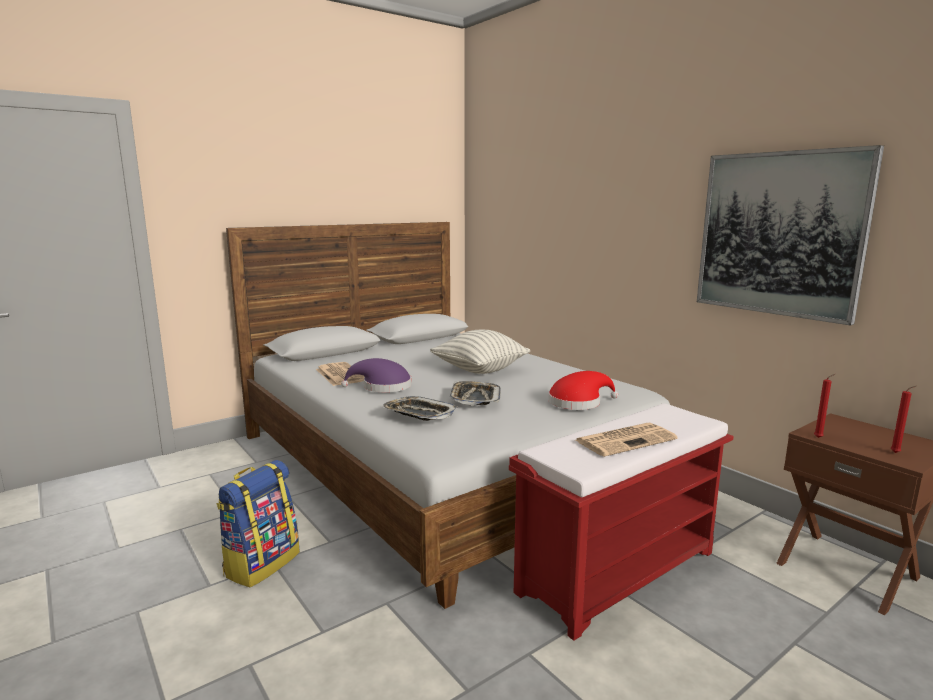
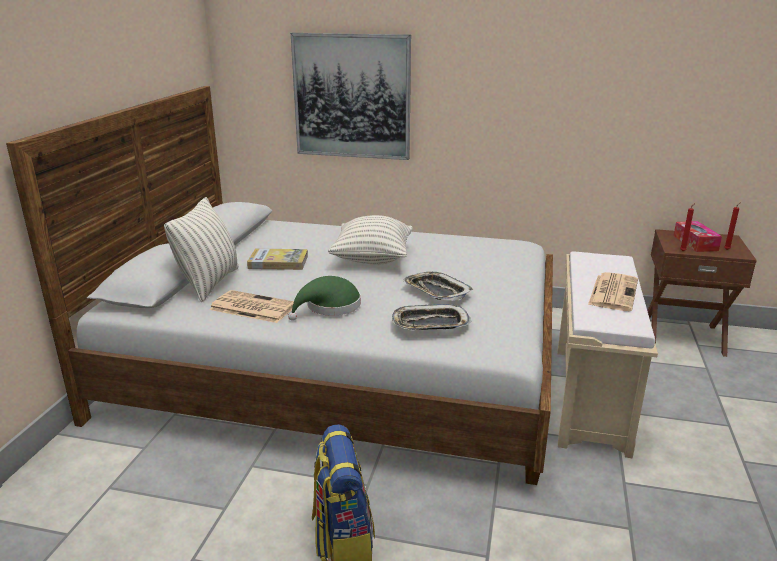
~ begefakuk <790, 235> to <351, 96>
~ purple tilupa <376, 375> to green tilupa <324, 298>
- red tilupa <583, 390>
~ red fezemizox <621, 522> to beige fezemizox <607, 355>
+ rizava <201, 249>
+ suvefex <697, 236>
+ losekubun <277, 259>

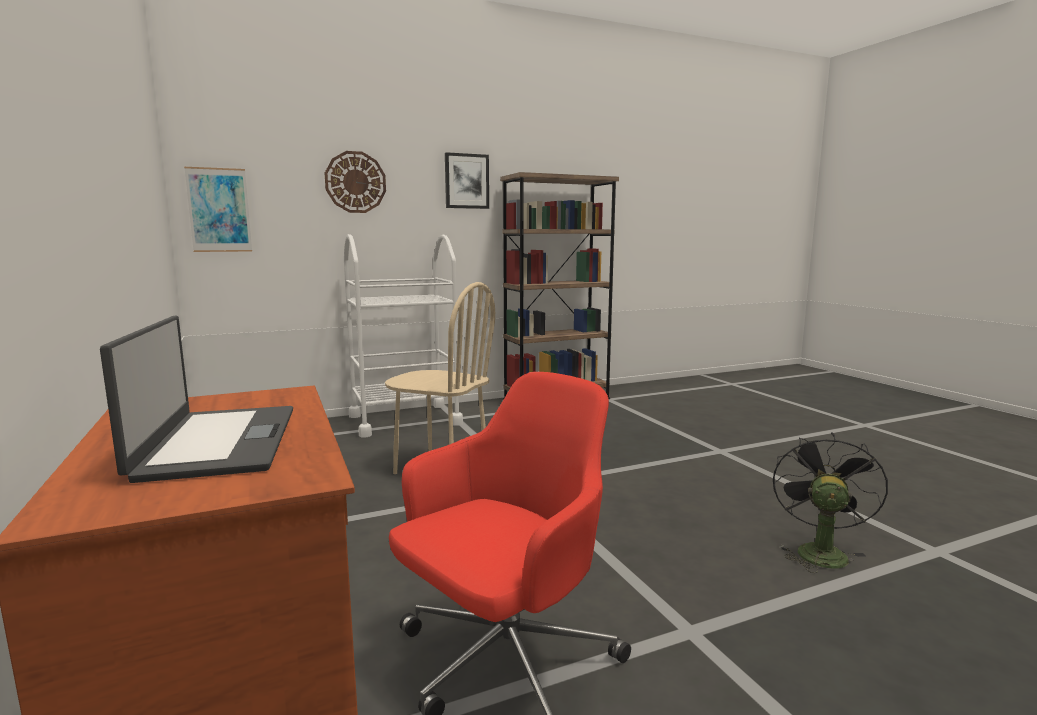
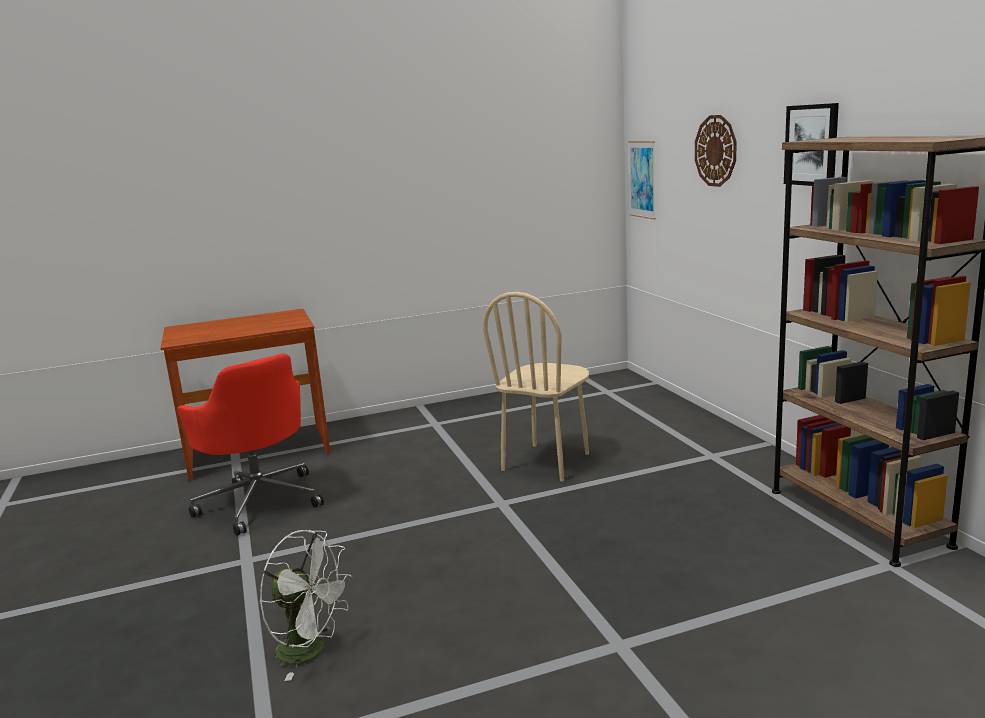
- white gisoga <403, 336>
- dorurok <196, 399>
~ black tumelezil <830, 502> to white tumelezil <306, 605>

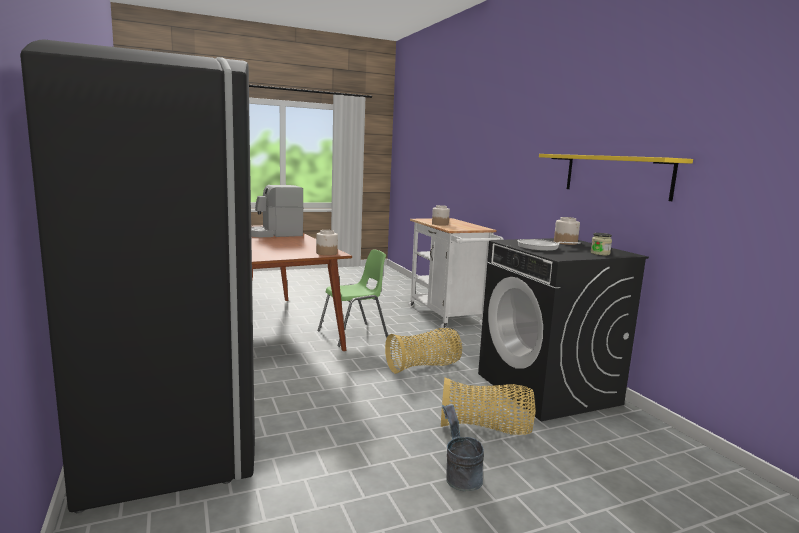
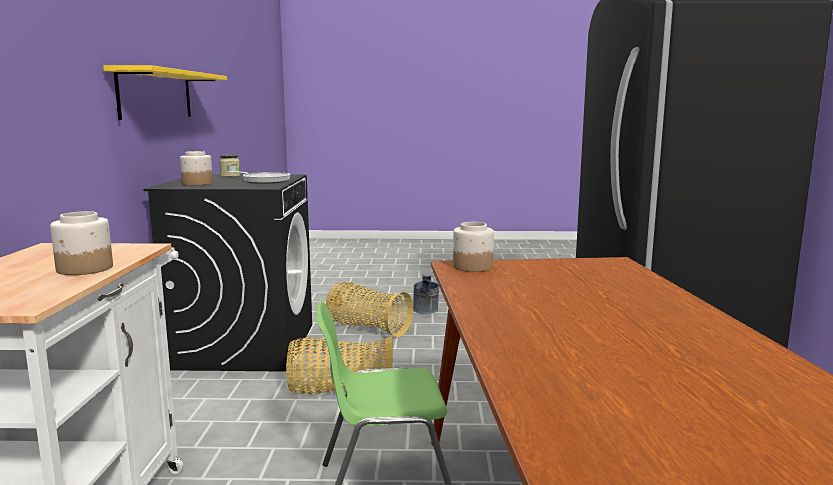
- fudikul <277, 211>

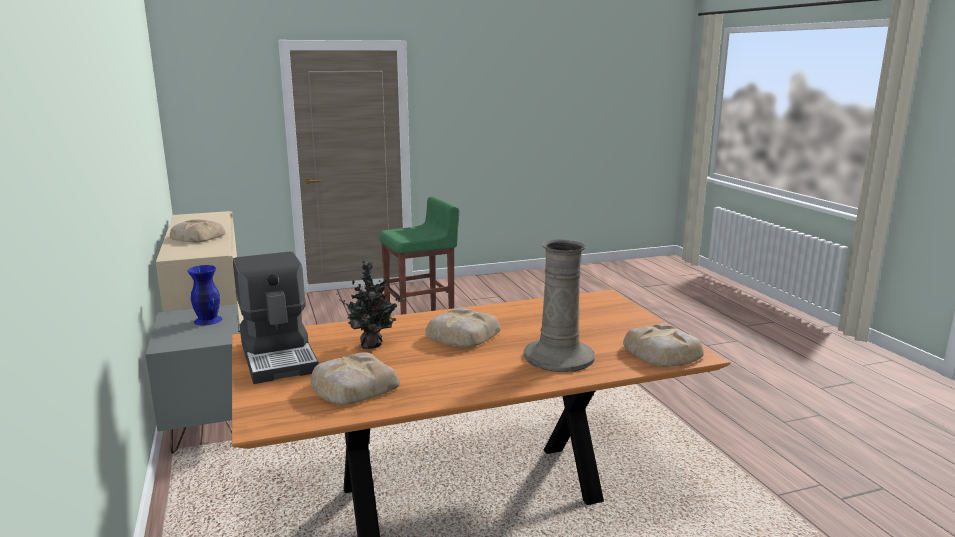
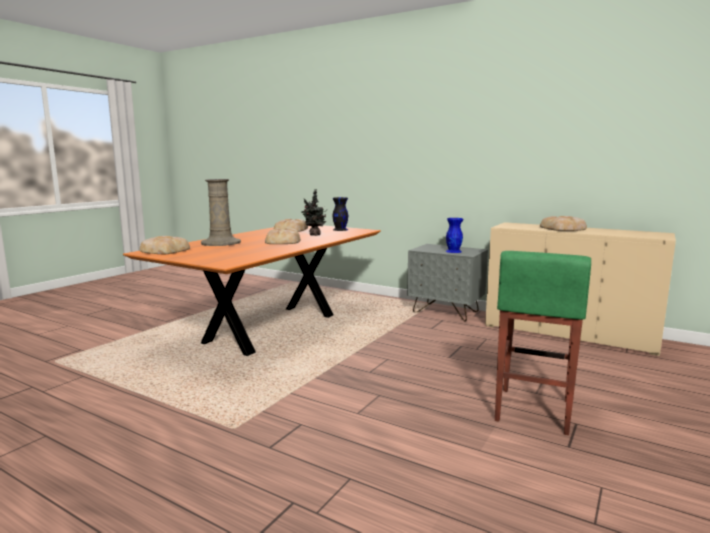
~ fudikul <275, 318> to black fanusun <340, 214>

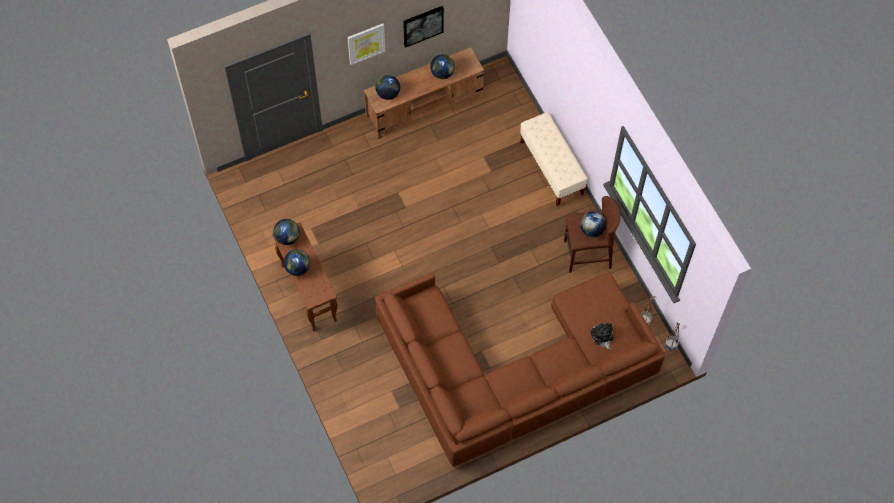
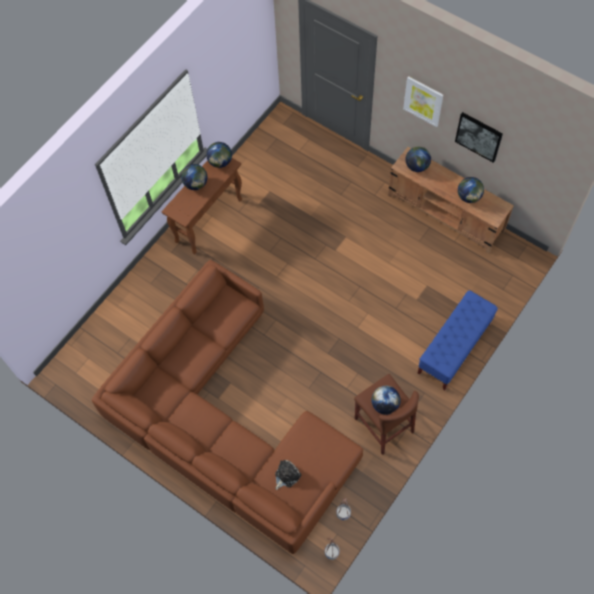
~ beige fezemizox <554, 159> to blue fezemizox <458, 340>

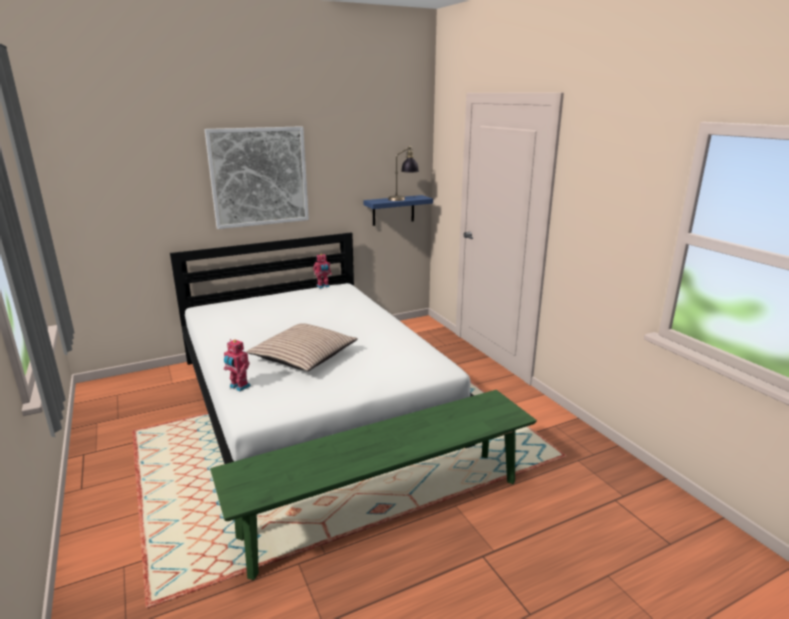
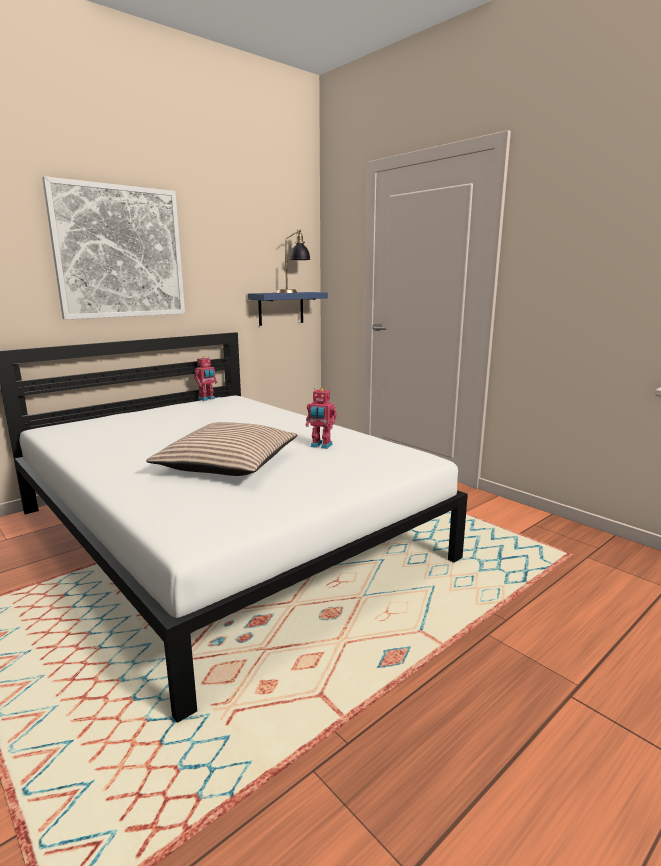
~ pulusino <237, 365> to <321, 418>
- green fezemizox <373, 485>

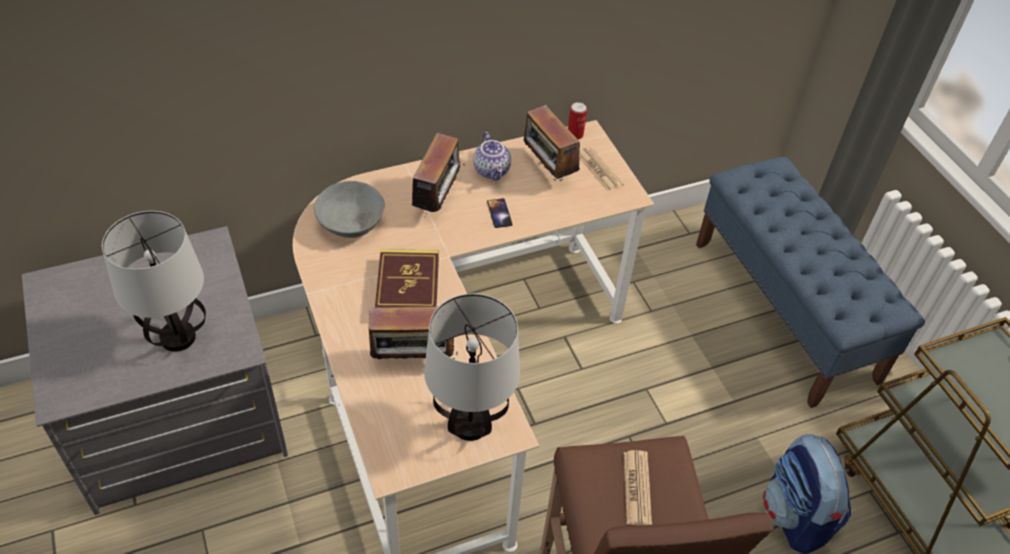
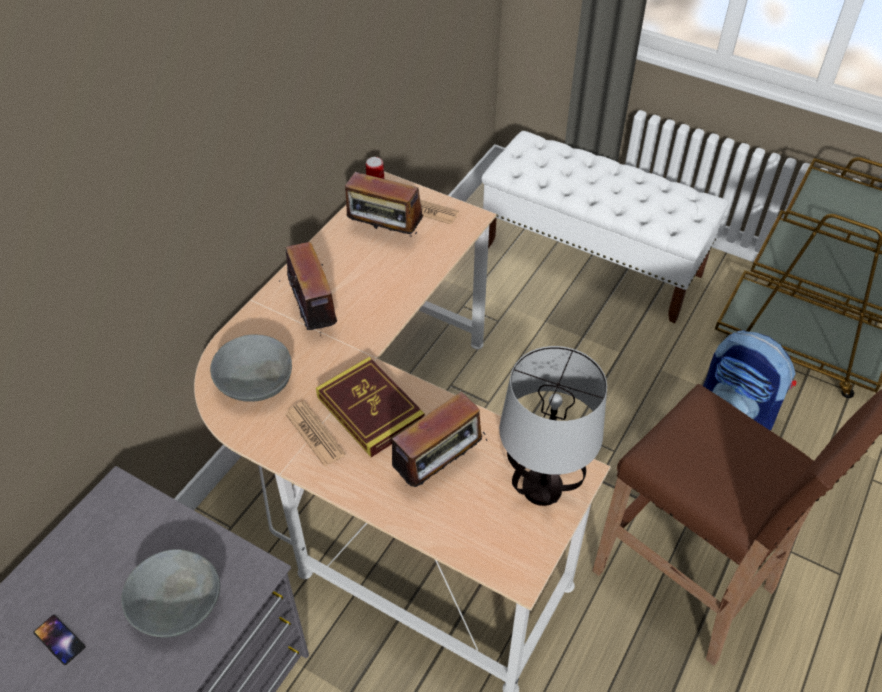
- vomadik <492, 156>
~ blue fezemizox <810, 282> to white fezemizox <605, 227>
~ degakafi <500, 213> to <59, 640>
~ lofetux <154, 281> to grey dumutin <170, 593>
~ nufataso <638, 487> to <315, 434>

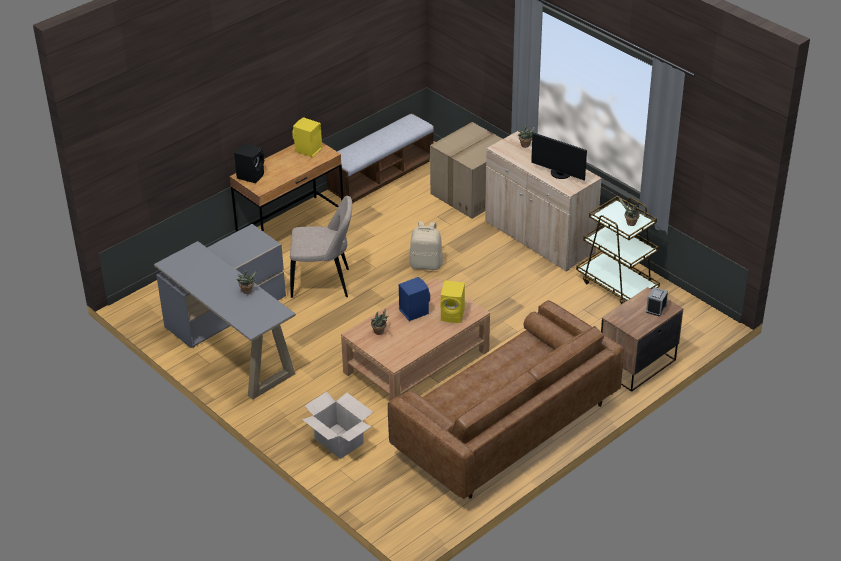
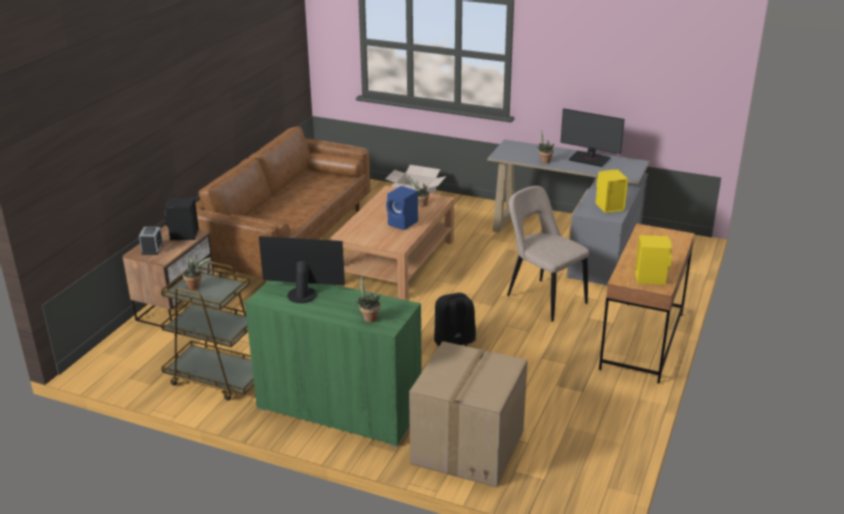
- fezemizox <380, 158>
~ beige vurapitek <543, 201> to green vurapitek <333, 364>
~ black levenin <249, 163> to <182, 219>
~ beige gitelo <321, 247> = <548, 254> 75 degrees clockwise
~ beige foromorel <426, 245> to black foromorel <455, 319>
~ yellow levenin <452, 301> to <612, 191>
+ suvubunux <593, 137>

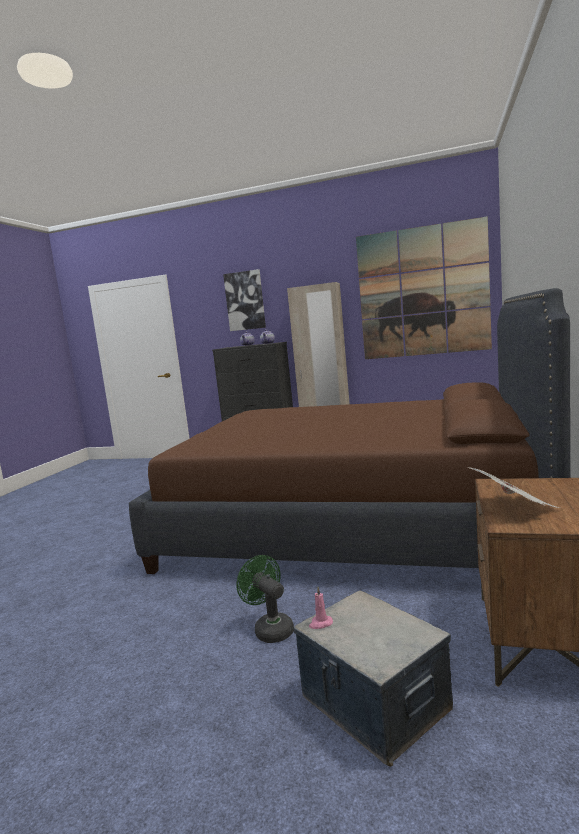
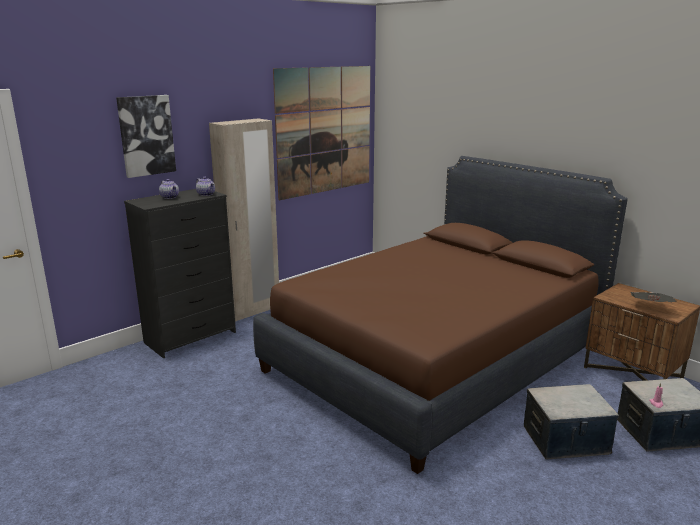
~ green tumelezil <265, 599> to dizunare <571, 422>

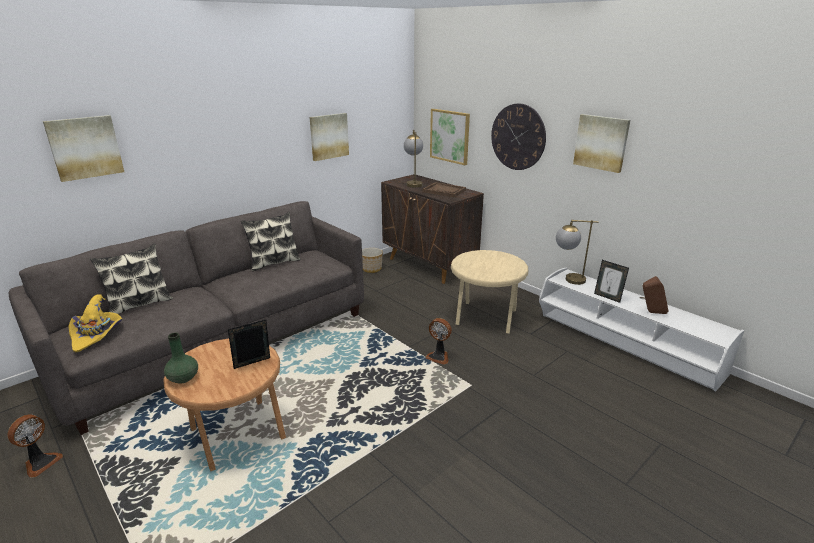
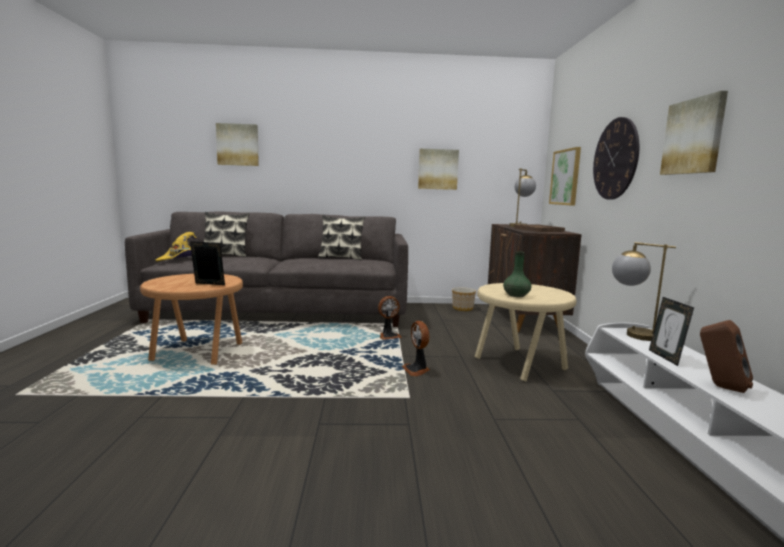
~ green fanusun <181, 358> to <517, 274>
~ tumelezil <35, 446> to <390, 318>

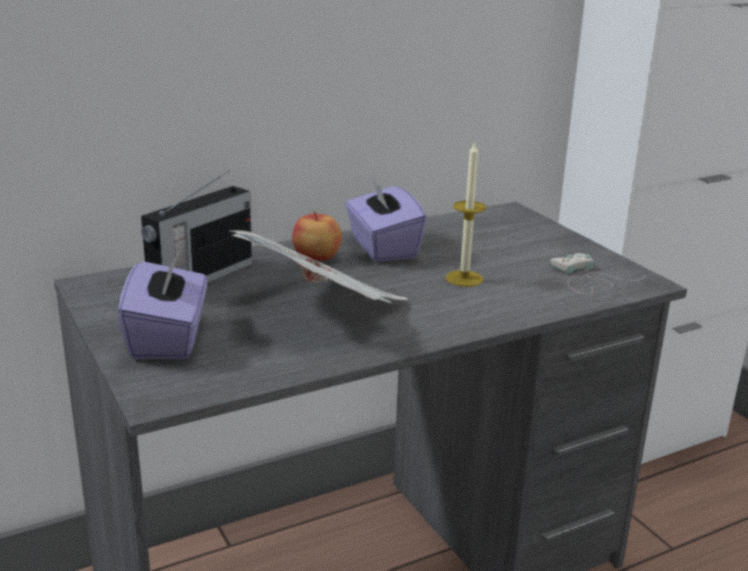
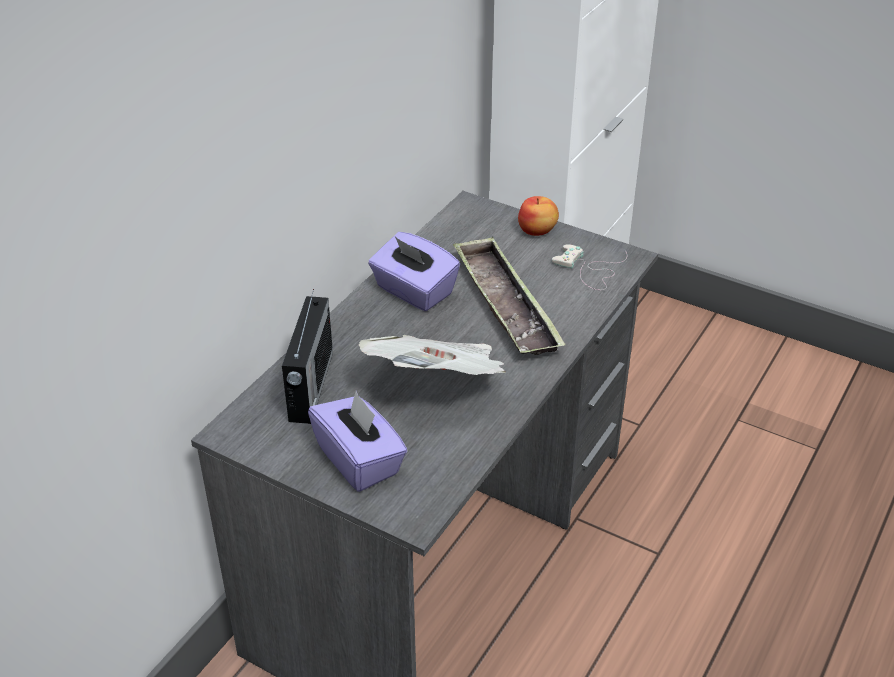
~ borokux <466, 214> to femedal <509, 296>
~ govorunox <317, 236> to <538, 216>

